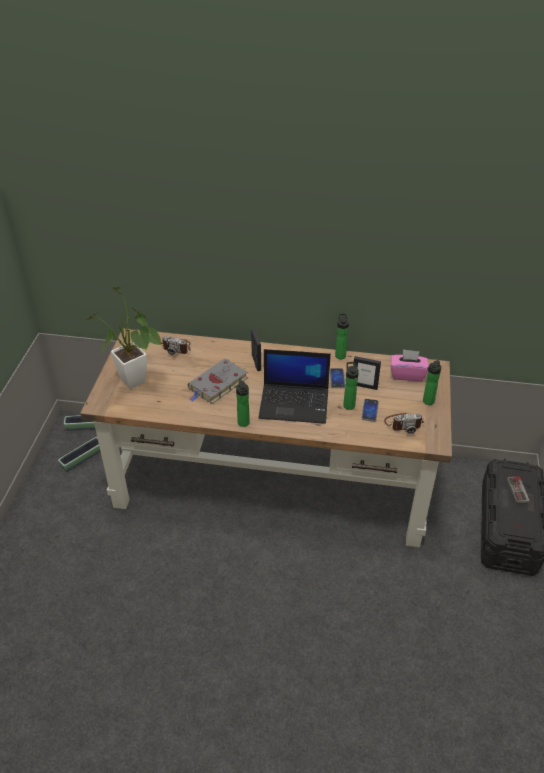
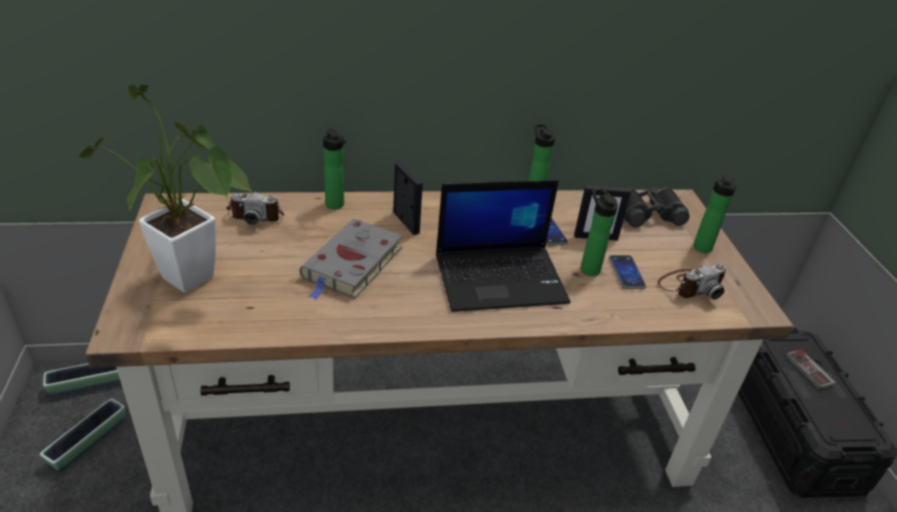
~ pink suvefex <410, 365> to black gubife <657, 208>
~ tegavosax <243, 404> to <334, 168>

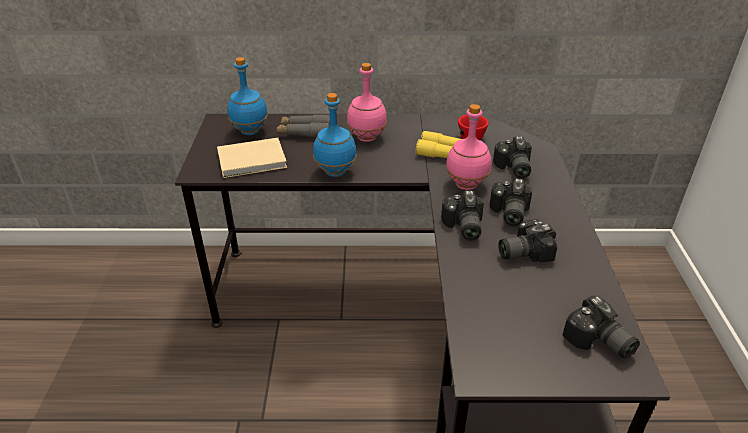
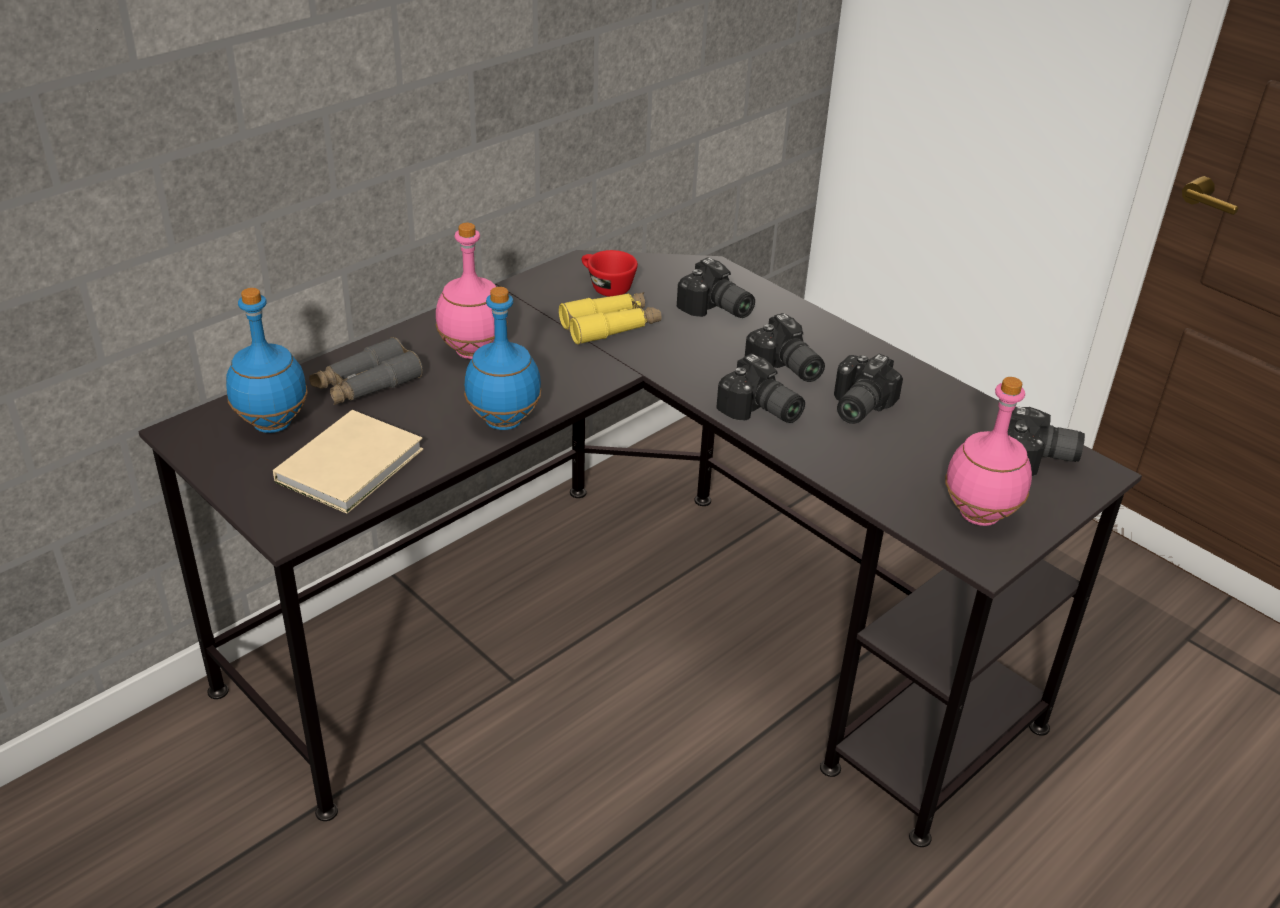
~ pink tegavosax <468, 147> to <988, 451>

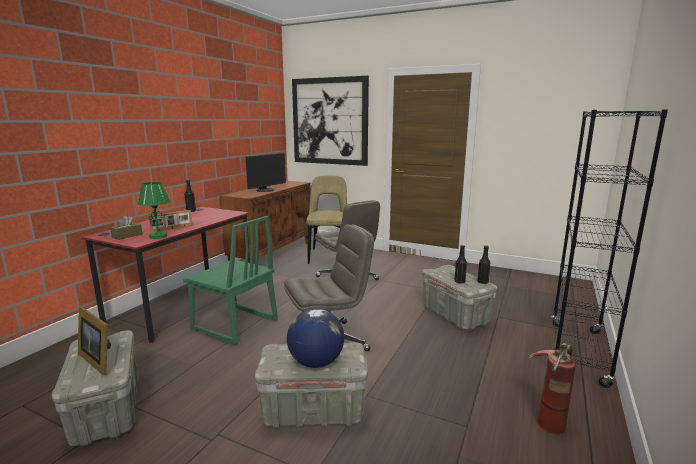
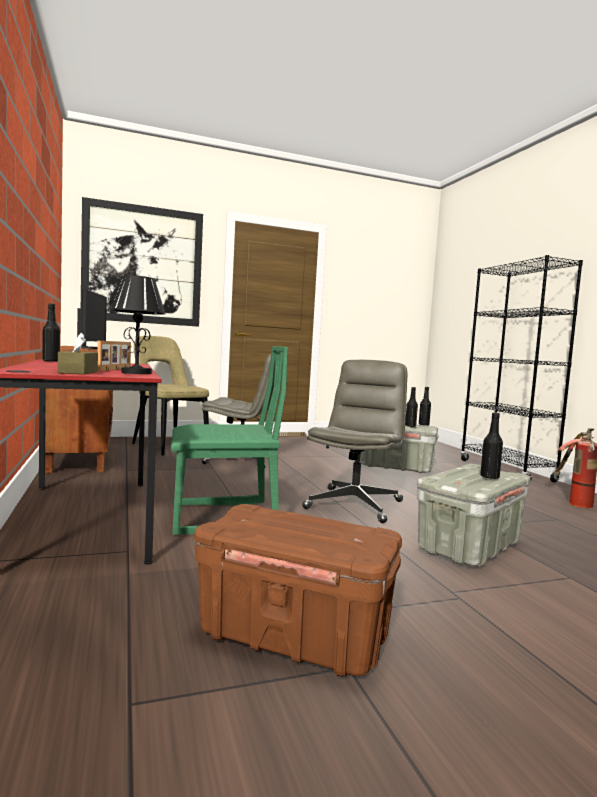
~ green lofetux <154, 210> to black lofetux <137, 324>
- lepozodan <94, 341>
~ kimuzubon <315, 338> to black tegavosax <491, 445>
~ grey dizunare <94, 388> to brown dizunare <298, 590>

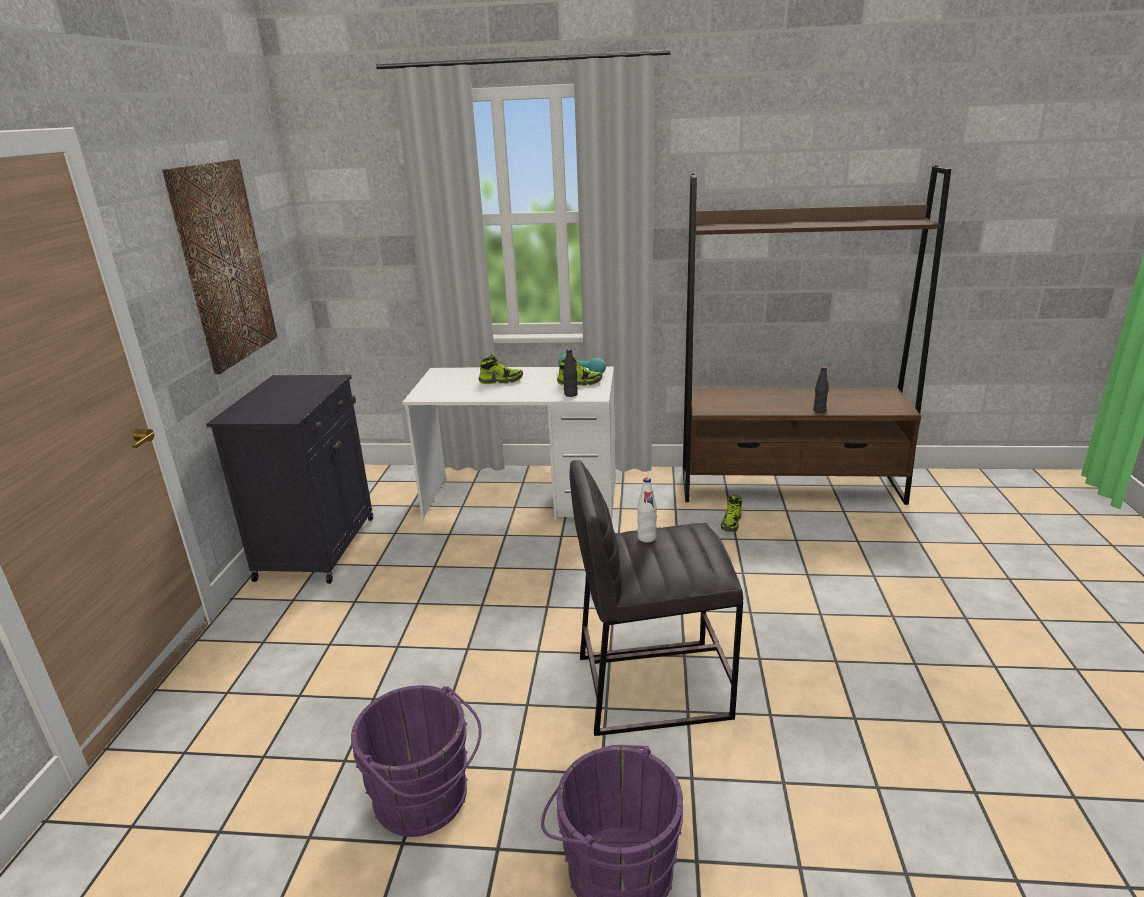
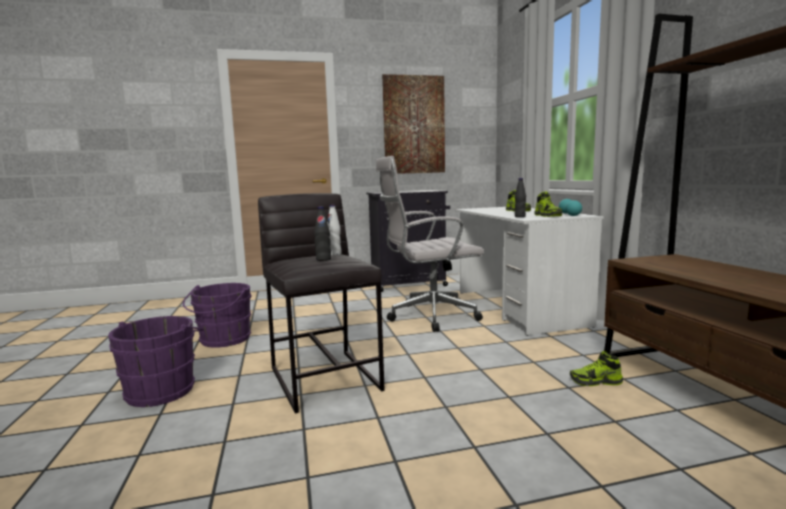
~ black tegavosax <821, 390> to <322, 233>
+ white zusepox <430, 244>

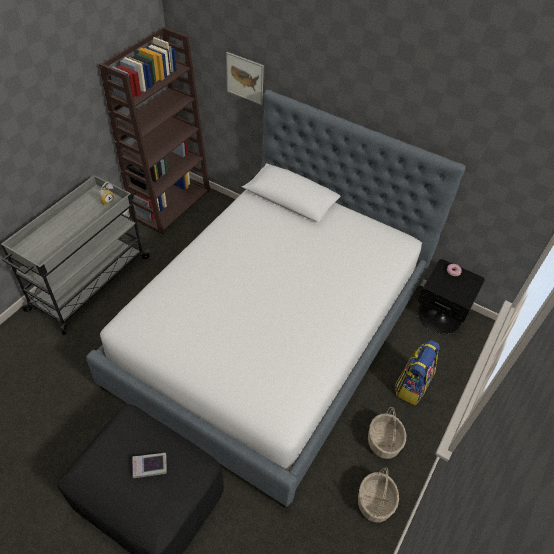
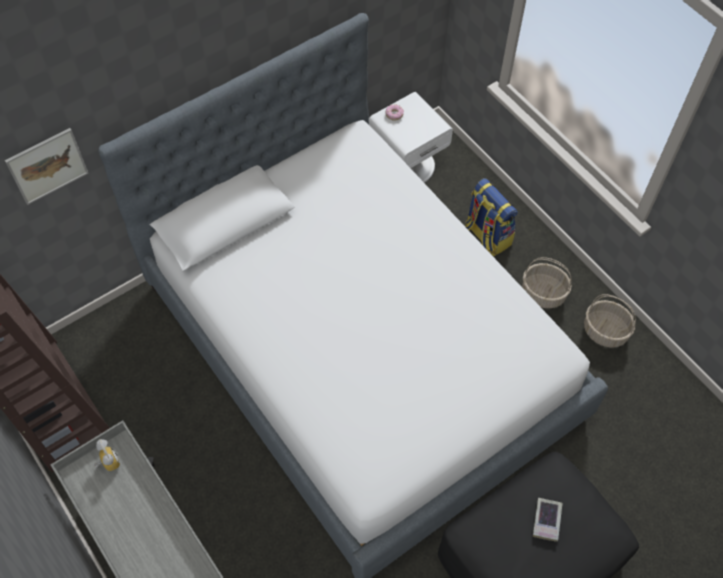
~ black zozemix <451, 296> to white zozemix <411, 137>

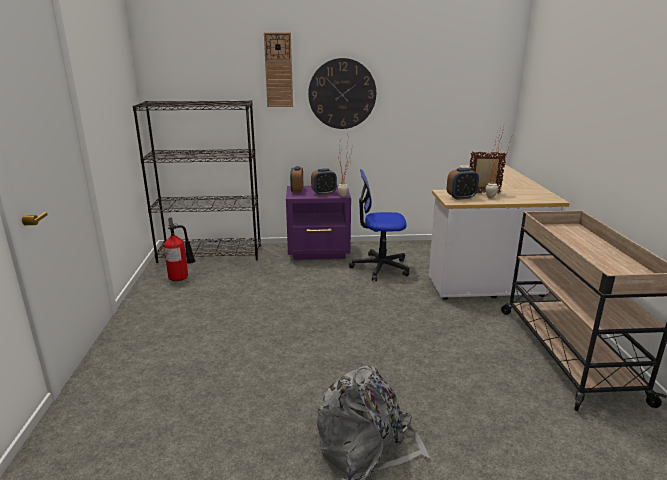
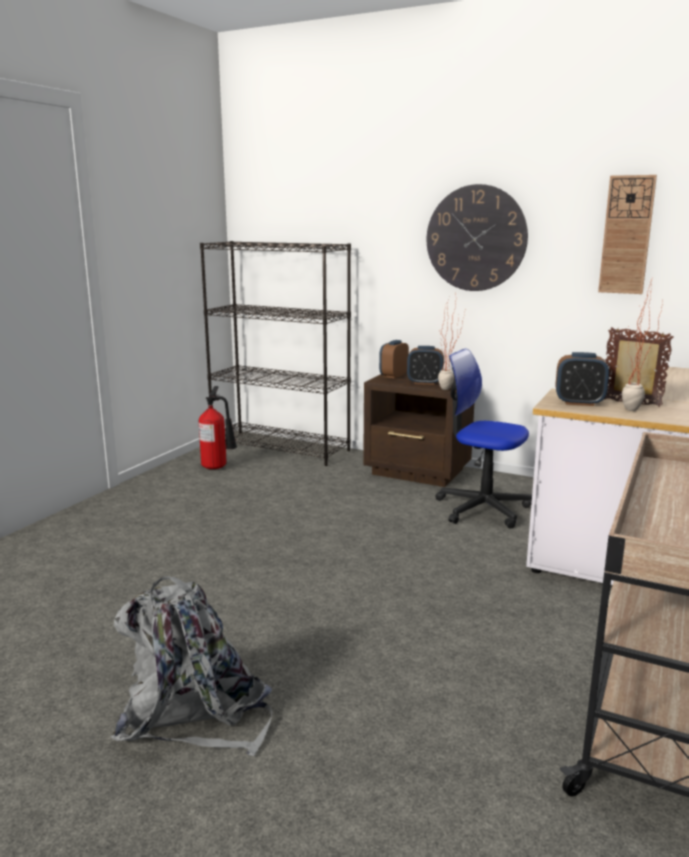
~ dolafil <278, 70> to <627, 234>
~ purple zozemix <318, 222> to brown zozemix <418, 429>

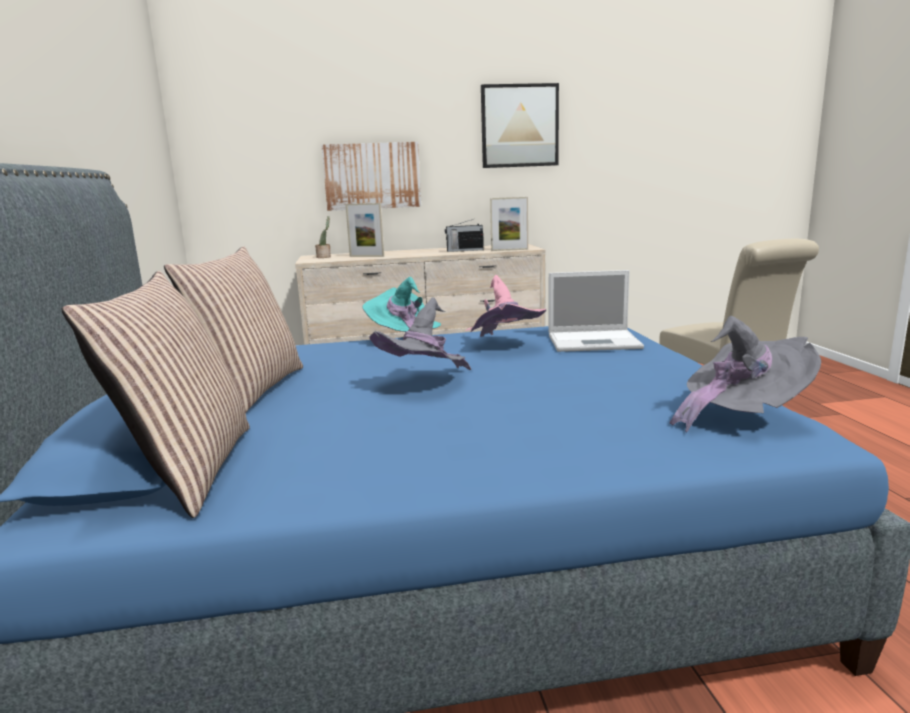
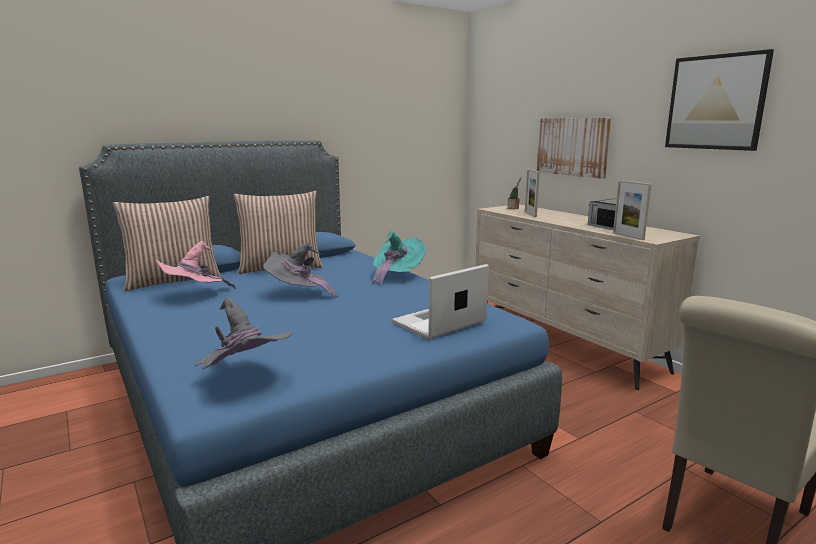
~ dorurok <596, 311> = <440, 302> 75 degrees clockwise
~ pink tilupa <506, 306> to <196, 265>

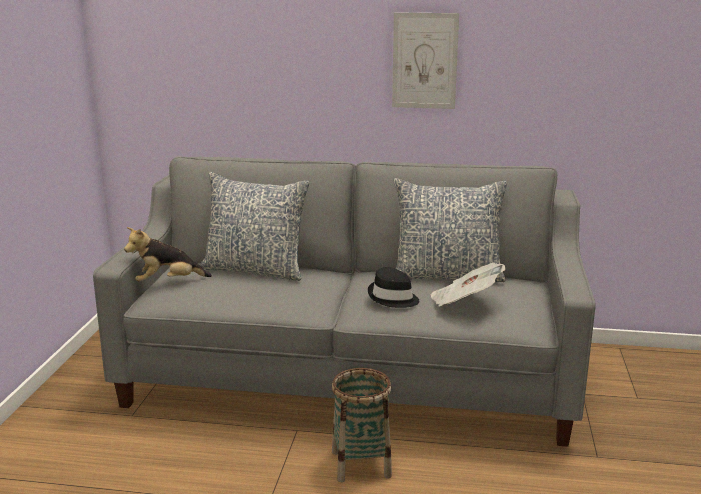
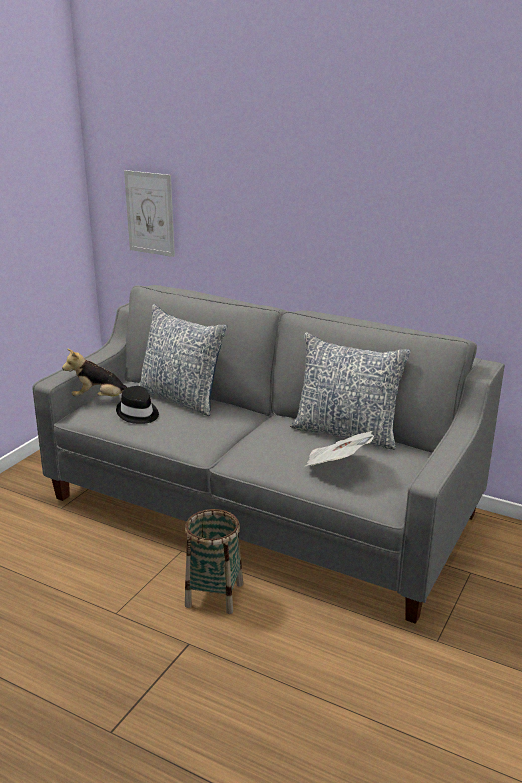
~ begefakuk <425, 60> to <149, 213>
~ black tilupa <393, 287> to <137, 405>

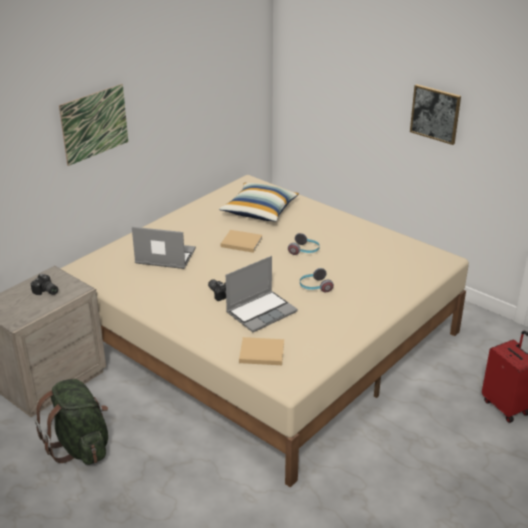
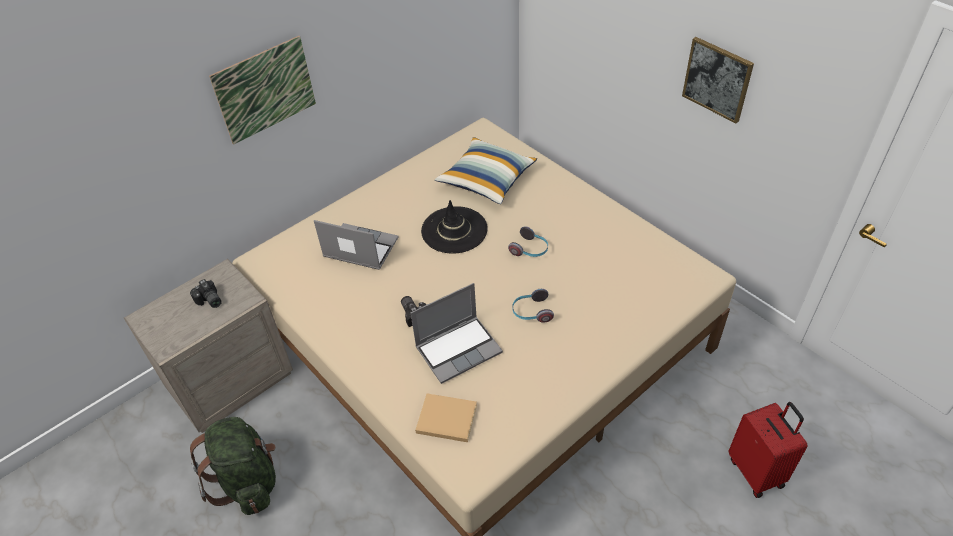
~ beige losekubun <242, 241> to black tilupa <454, 227>

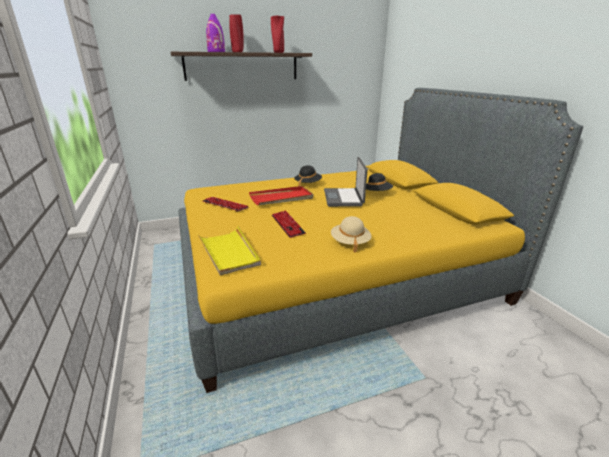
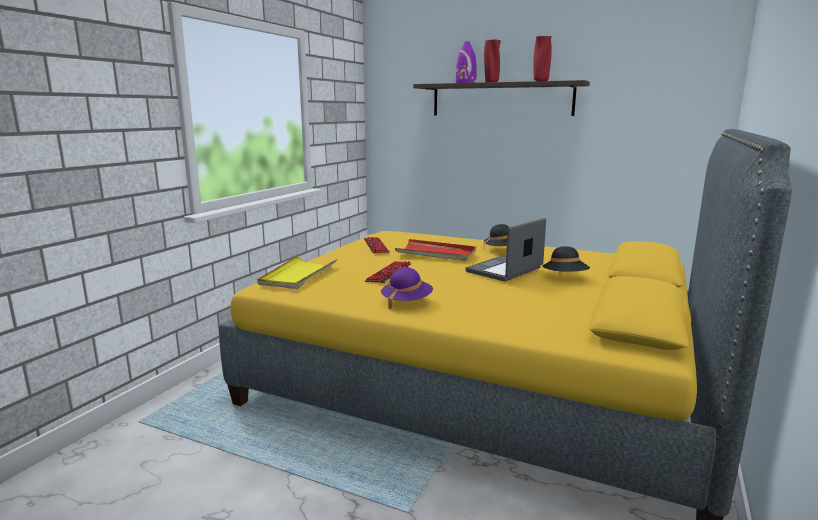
~ beige tilupa <351, 234> to purple tilupa <407, 288>

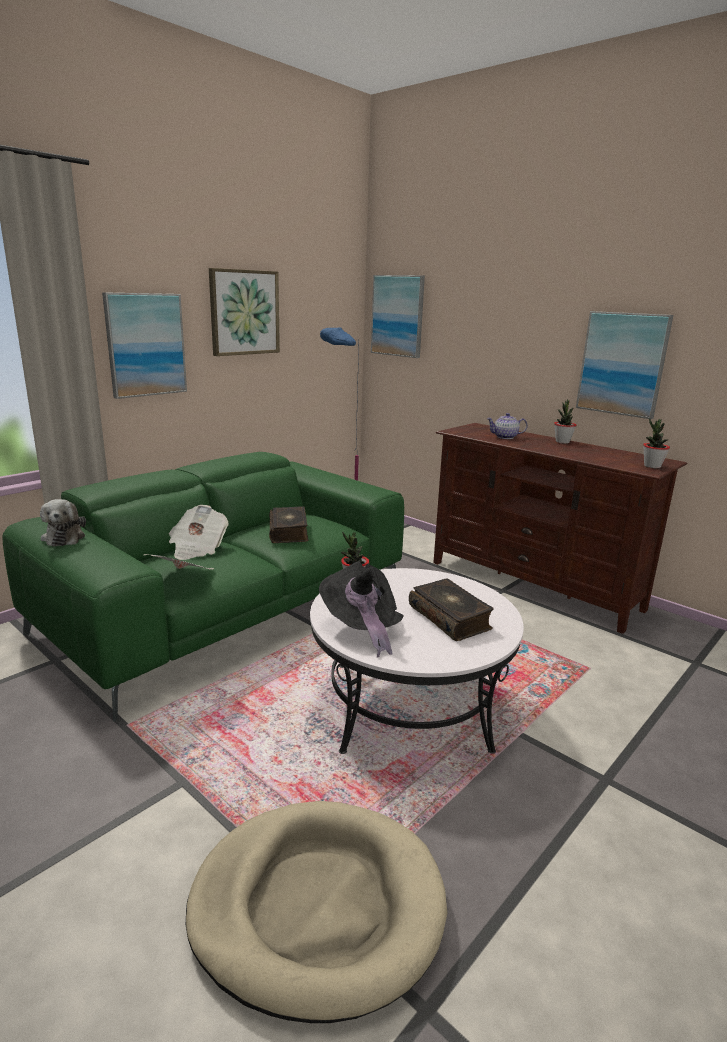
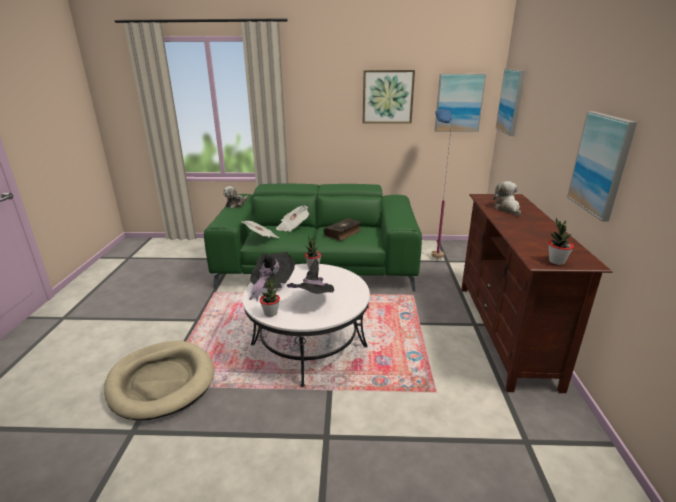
~ begefakuk <144, 345> to <460, 103>
~ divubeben <565, 421> to <270, 297>
~ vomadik <507, 426> to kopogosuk <507, 198>
~ losekubun <451, 609> to black tilupa <310, 276>

